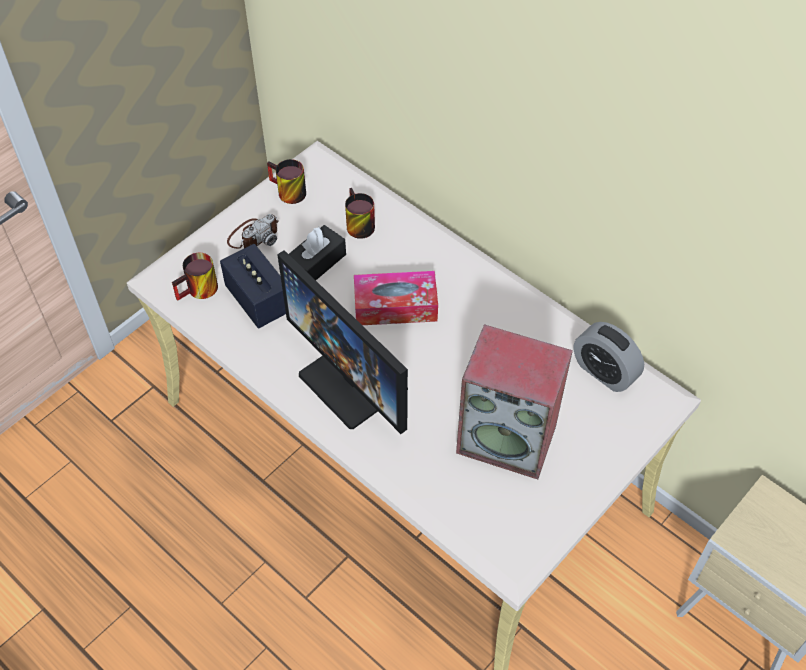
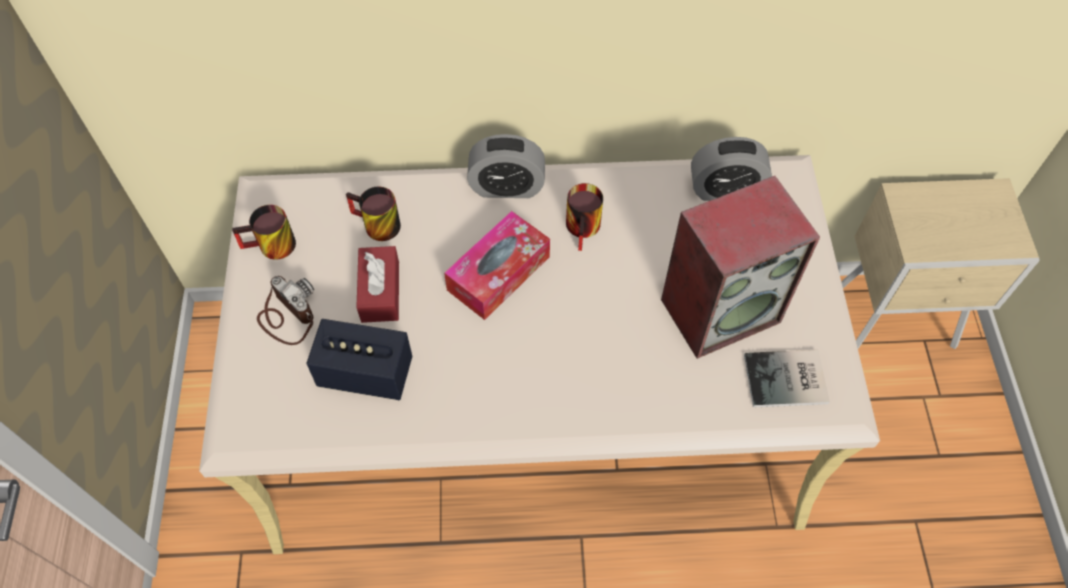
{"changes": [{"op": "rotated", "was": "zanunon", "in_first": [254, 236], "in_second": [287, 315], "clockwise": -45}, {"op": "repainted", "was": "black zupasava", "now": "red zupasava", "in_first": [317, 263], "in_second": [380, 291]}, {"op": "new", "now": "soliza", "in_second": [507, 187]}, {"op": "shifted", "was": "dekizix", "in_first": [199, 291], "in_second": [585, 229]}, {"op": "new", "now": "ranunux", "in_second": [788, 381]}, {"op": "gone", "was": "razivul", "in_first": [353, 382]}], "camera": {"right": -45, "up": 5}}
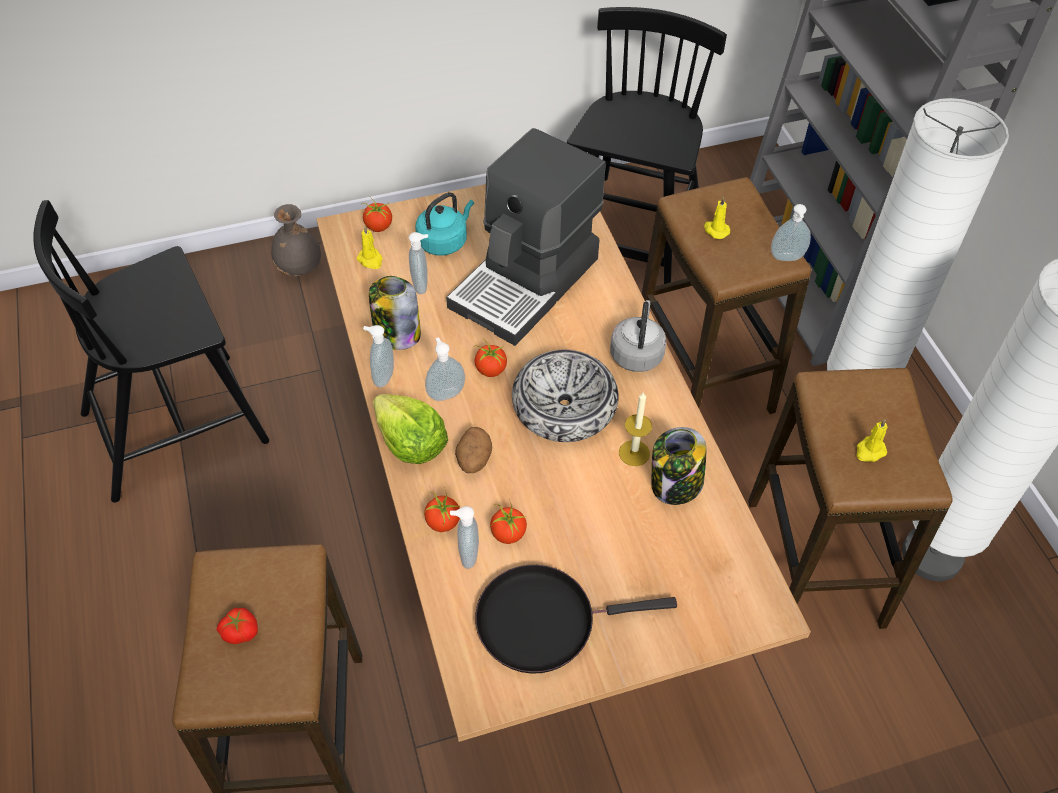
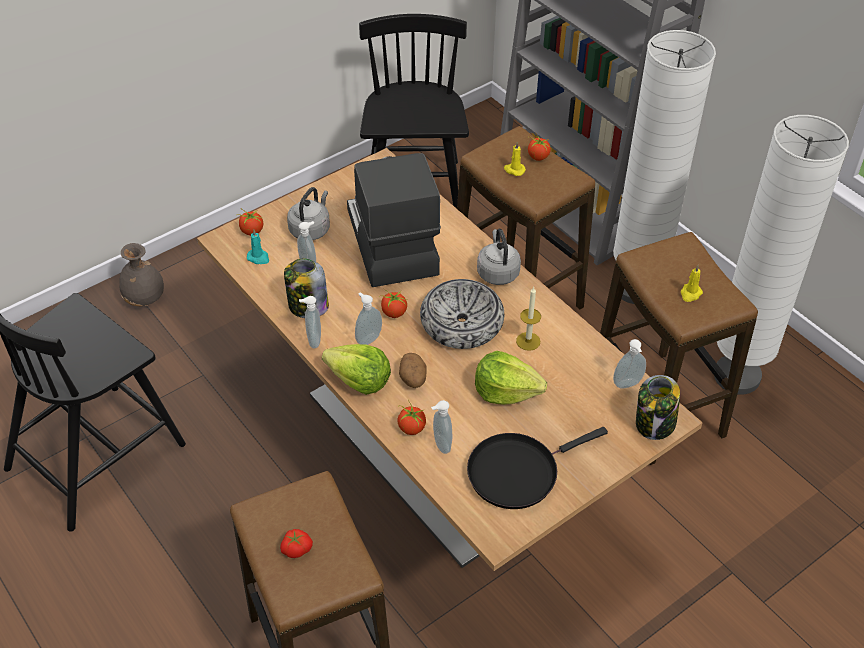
{"changes": [{"op": "repainted", "was": "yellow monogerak", "now": "turquoise monogerak", "in_first": [371, 260], "in_second": [258, 258]}, {"op": "repainted", "was": "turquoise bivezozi", "now": "grey bivezozi", "in_first": [444, 241], "in_second": [311, 229]}, {"op": "rotated", "was": "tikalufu", "in_first": [527, 282], "in_second": [390, 243], "clockwise": 150}, {"op": "new", "now": "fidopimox", "in_second": [506, 391]}, {"op": "shifted", "was": "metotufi", "in_first": [508, 533], "in_second": [538, 157]}, {"op": "shifted", "was": "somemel", "in_first": [786, 259], "in_second": [628, 385]}, {"op": "shifted", "was": "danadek", "in_first": [675, 484], "in_second": [655, 424]}], "camera": {"right": -20, "up": -5}}
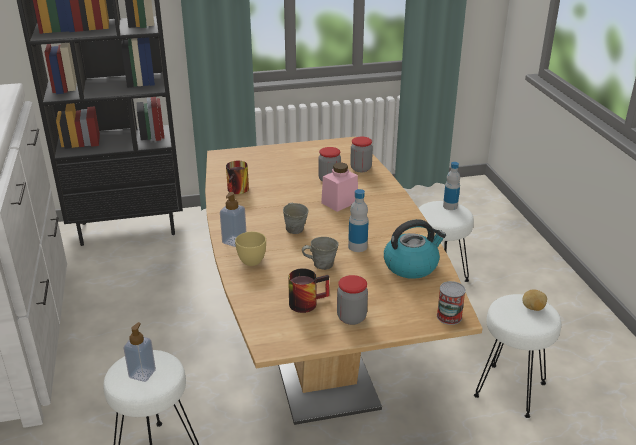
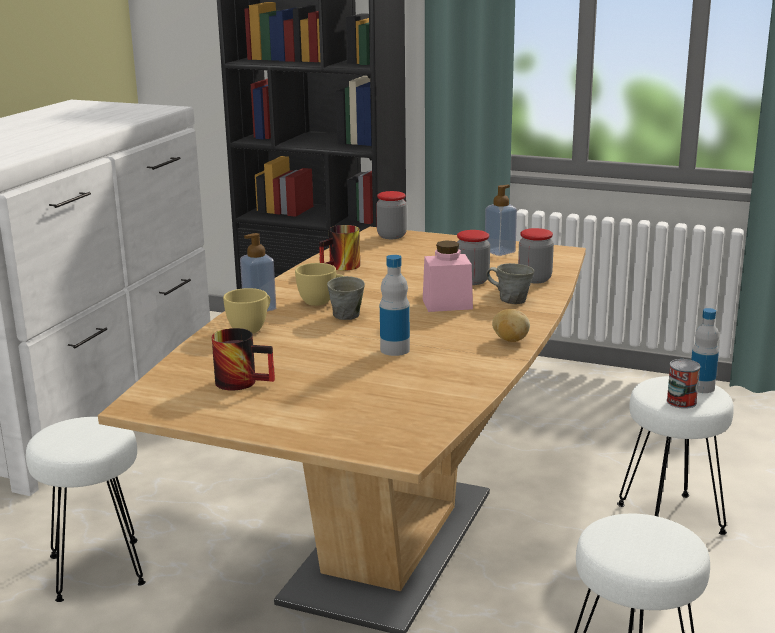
{"changes": [{"op": "new", "now": "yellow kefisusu", "in_second": [322, 301]}, {"op": "shifted", "was": "danadek", "in_first": [351, 317], "in_second": [391, 236]}, {"op": "shifted", "was": "somemel", "in_first": [142, 373], "in_second": [500, 252]}, {"op": "shifted", "was": "grey dekizix", "in_first": [321, 264], "in_second": [511, 300]}, {"op": "shifted", "was": "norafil", "in_first": [533, 308], "in_second": [510, 340]}, {"op": "shifted", "was": "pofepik", "in_first": [449, 316], "in_second": [681, 402]}, {"op": "gone", "was": "bivezozi", "in_first": [411, 265]}], "camera": {"right": 35, "up": -10}}
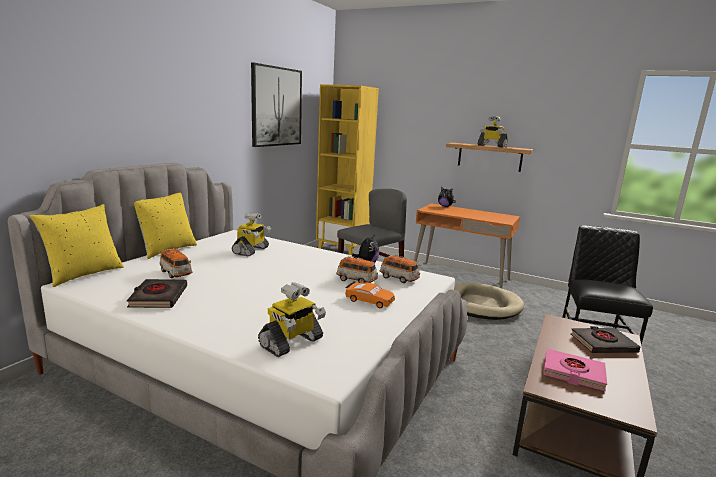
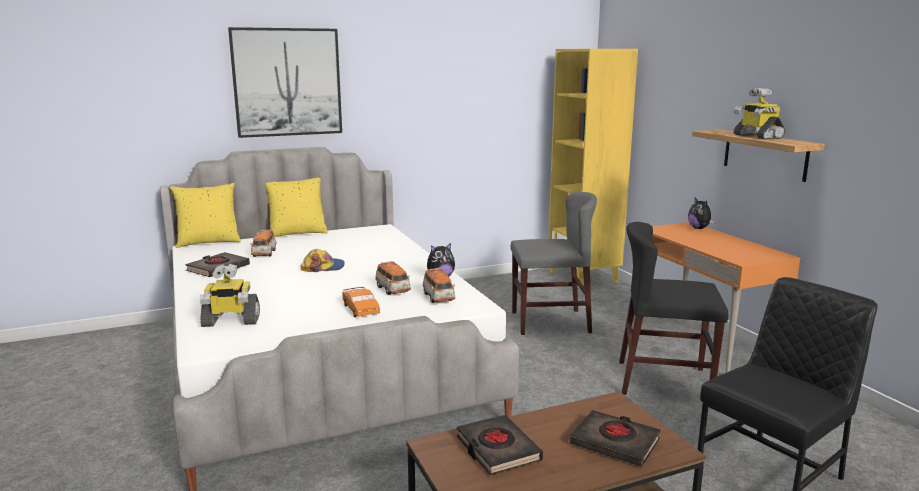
{"changes": [{"op": "shifted", "was": "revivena", "in_first": [276, 107], "in_second": [287, 82]}, {"op": "new", "now": "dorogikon", "in_second": [323, 267]}, {"op": "repainted", "was": "pink ranunux", "now": "black ranunux", "in_first": [573, 373], "in_second": [497, 449]}, {"op": "swapped", "was": "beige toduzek", "now": "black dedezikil", "in_first": [480, 305], "in_second": [663, 381]}, {"op": "gone", "was": "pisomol", "in_first": [251, 250]}], "camera": {"right": 40, "up": 0}}
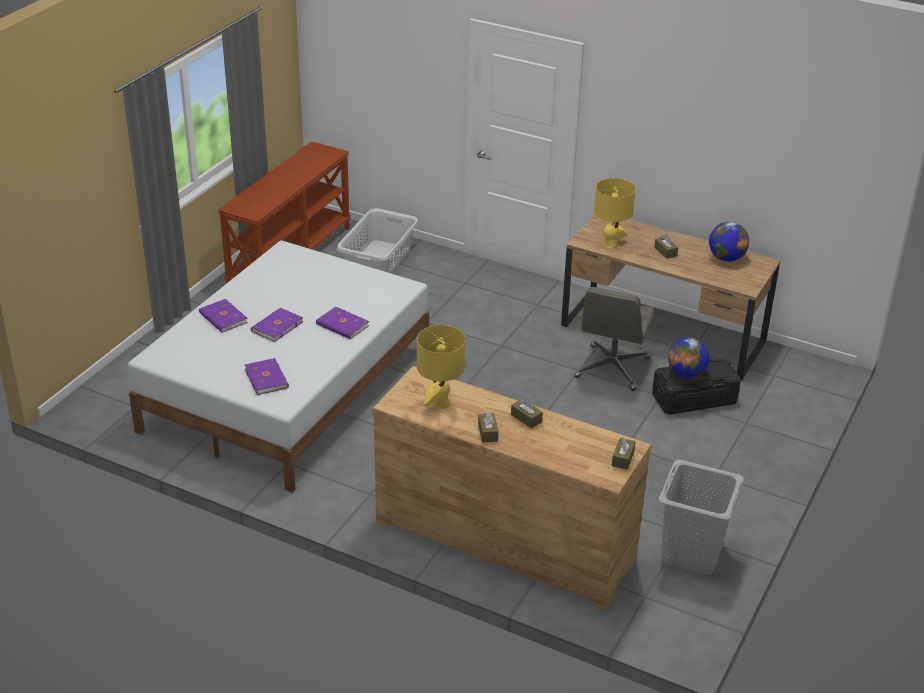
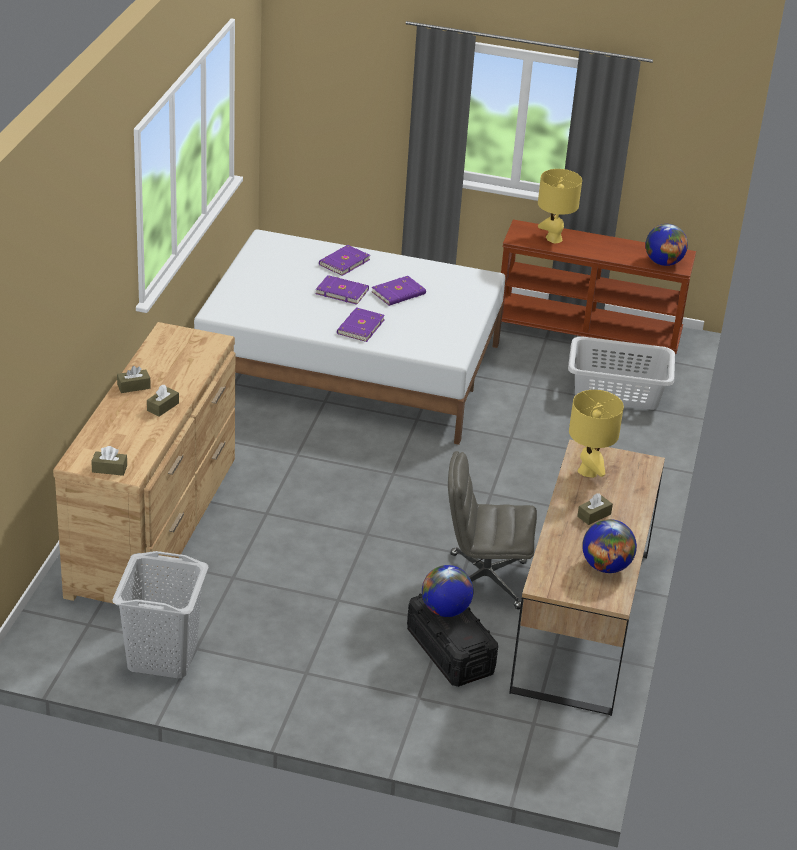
{"changes": [{"op": "shifted", "was": "purple ranunux", "in_first": [267, 378], "in_second": [399, 293]}, {"op": "shifted", "was": "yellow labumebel", "in_first": [440, 403], "in_second": [553, 239]}, {"op": "new", "now": "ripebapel", "in_second": [663, 262]}], "camera": {"right": 75, "up": 0}}
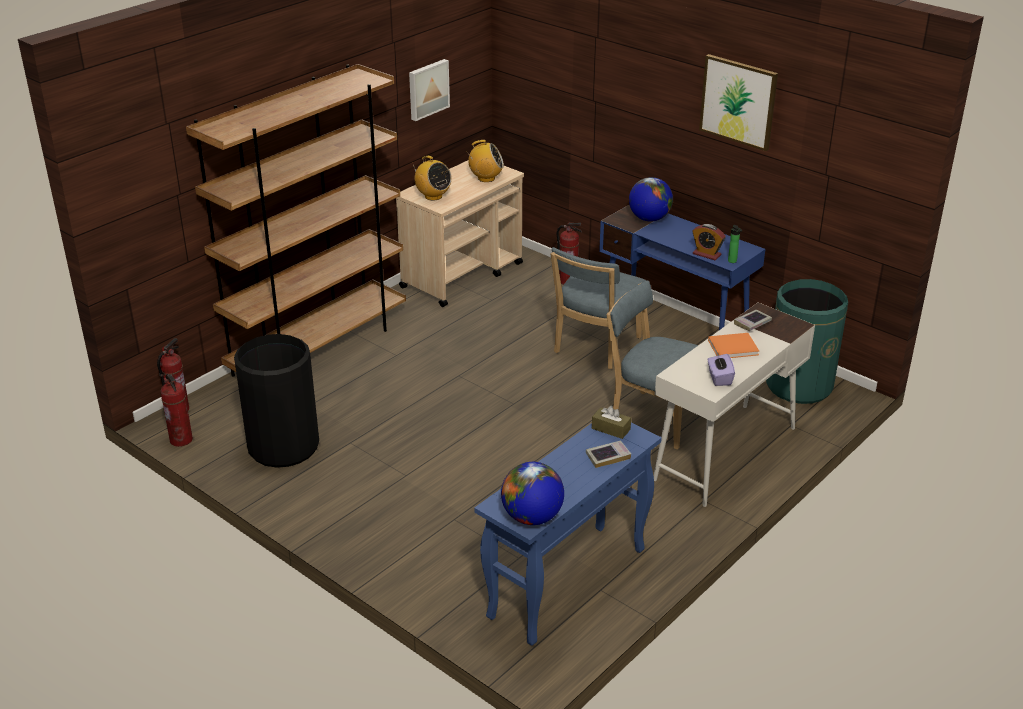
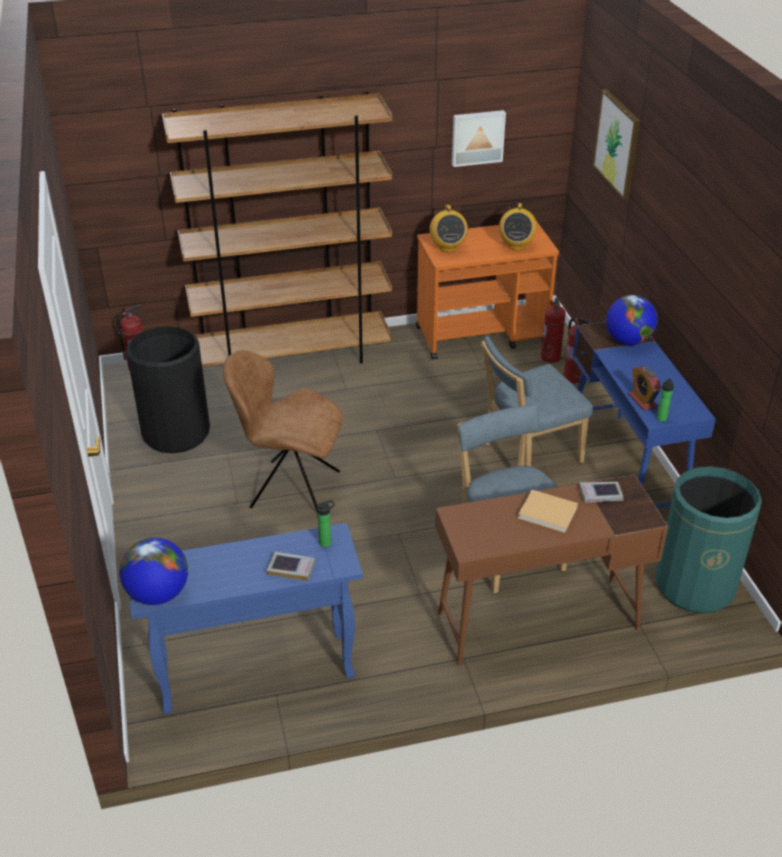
{"changes": [{"op": "new", "now": "brown dedezikil", "in_second": [291, 489]}, {"op": "swapped", "was": "brown zupasava", "now": "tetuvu", "in_first": [611, 429], "in_second": [327, 542]}, {"op": "repainted", "was": "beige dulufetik", "now": "orange dulufetik", "in_first": [462, 275], "in_second": [482, 335]}, {"op": "repainted", "was": "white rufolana", "now": "brown rufolana", "in_first": [725, 453], "in_second": [537, 621]}, {"op": "rotated", "was": "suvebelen", "in_first": [486, 178], "in_second": [516, 245], "clockwise": 60}, {"op": "repainted", "was": "orange ranunux", "now": "beige ranunux", "in_first": [734, 347], "in_second": [549, 513]}, {"op": "shifted", "was": "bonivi", "in_first": [181, 440], "in_second": [551, 357]}, {"op": "shifted", "was": "revivena", "in_first": [738, 101], "in_second": [617, 143]}, {"op": "gone", "was": "purple zupasava", "in_first": [719, 378]}], "camera": {"right": 35, "up": 5}}
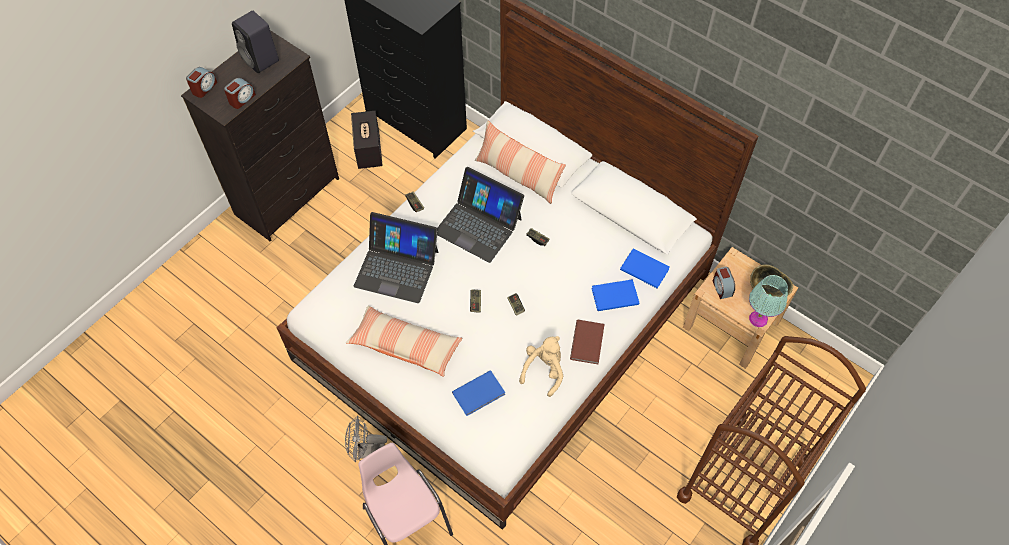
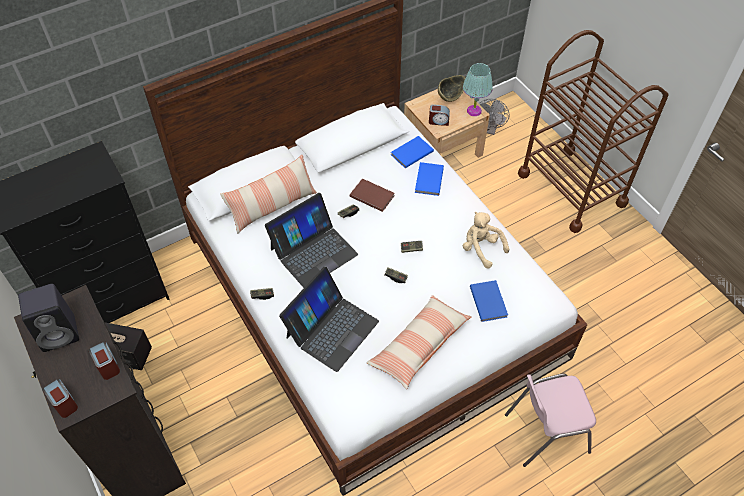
{"changes": [{"op": "shifted", "was": "brown ranunux", "in_first": [588, 342], "in_second": [372, 195]}, {"op": "shifted", "was": "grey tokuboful", "in_first": [366, 451], "in_second": [490, 130]}], "camera": {"right": -70, "up": -5}}
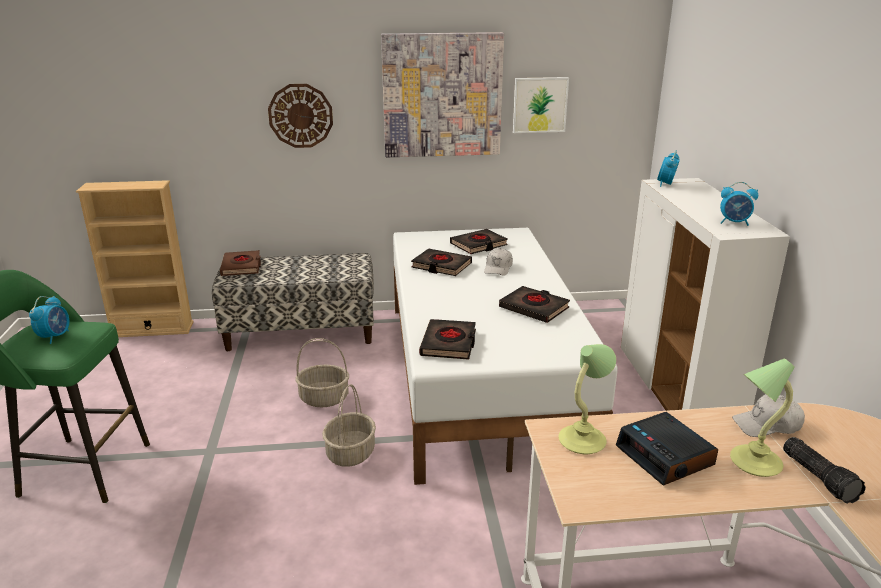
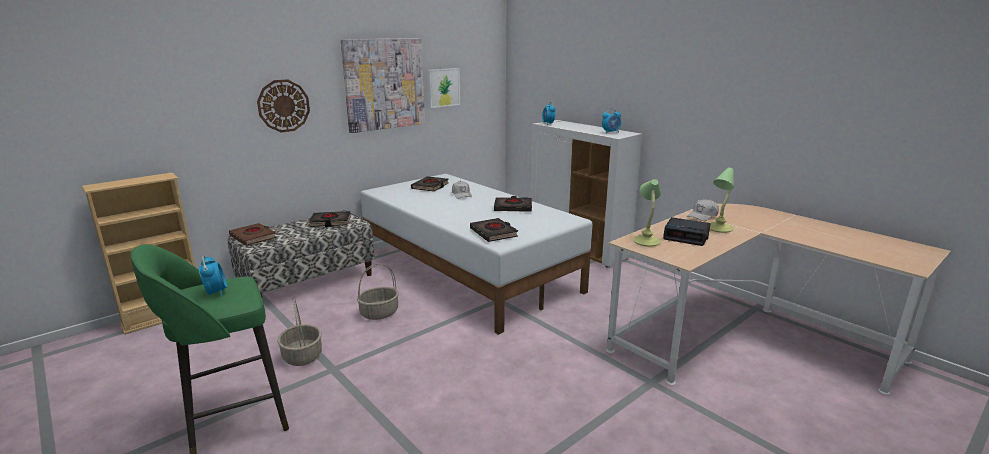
{"changes": [{"op": "shifted", "was": "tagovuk", "in_first": [351, 453], "in_second": [303, 356]}, {"op": "shifted", "was": "black ranunux", "in_first": [441, 266], "in_second": [330, 222]}, {"op": "gone", "was": "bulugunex", "in_first": [820, 477]}], "camera": {"right": -35, "up": -5}}
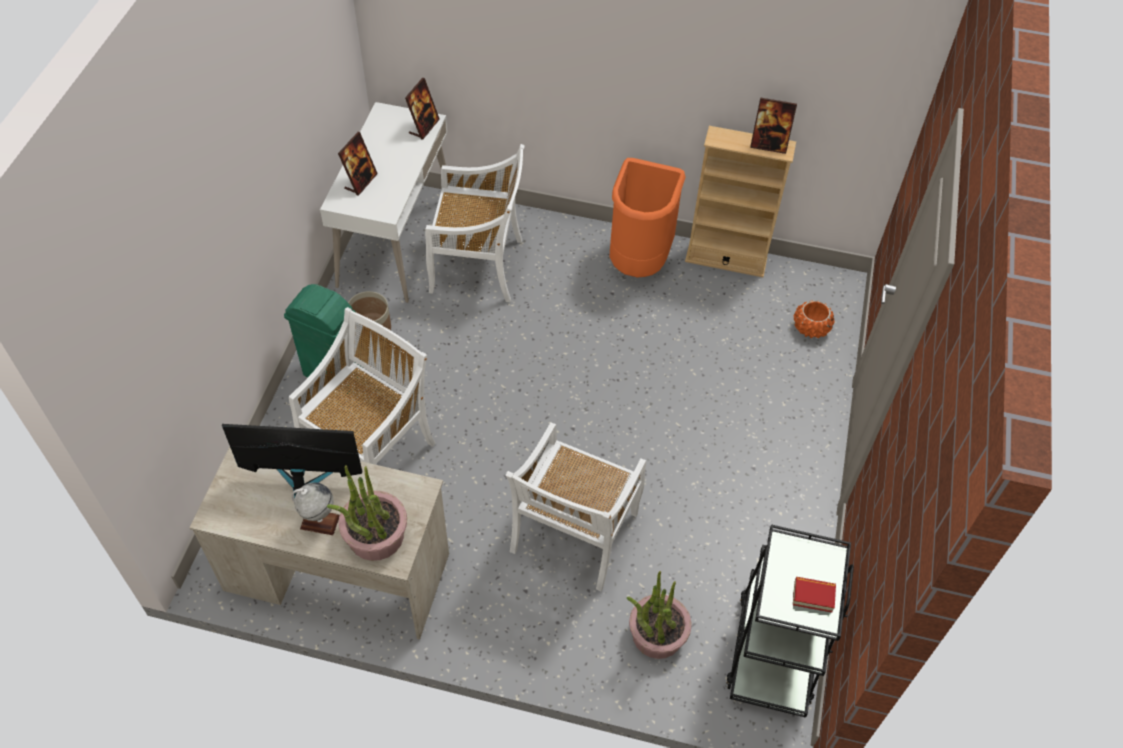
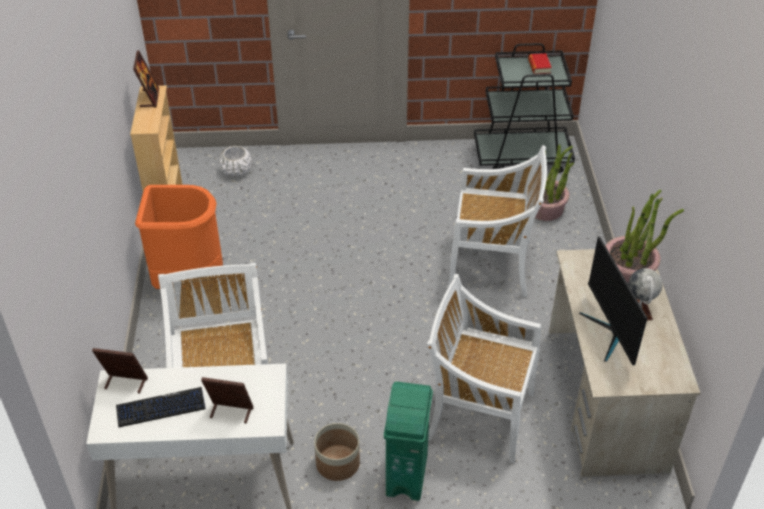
{"changes": [{"op": "new", "now": "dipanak", "in_second": [161, 408]}, {"op": "repainted", "was": "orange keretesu", "now": "white keretesu", "in_first": [811, 328], "in_second": [236, 170]}], "camera": {"right": -105, "up": -10}}
